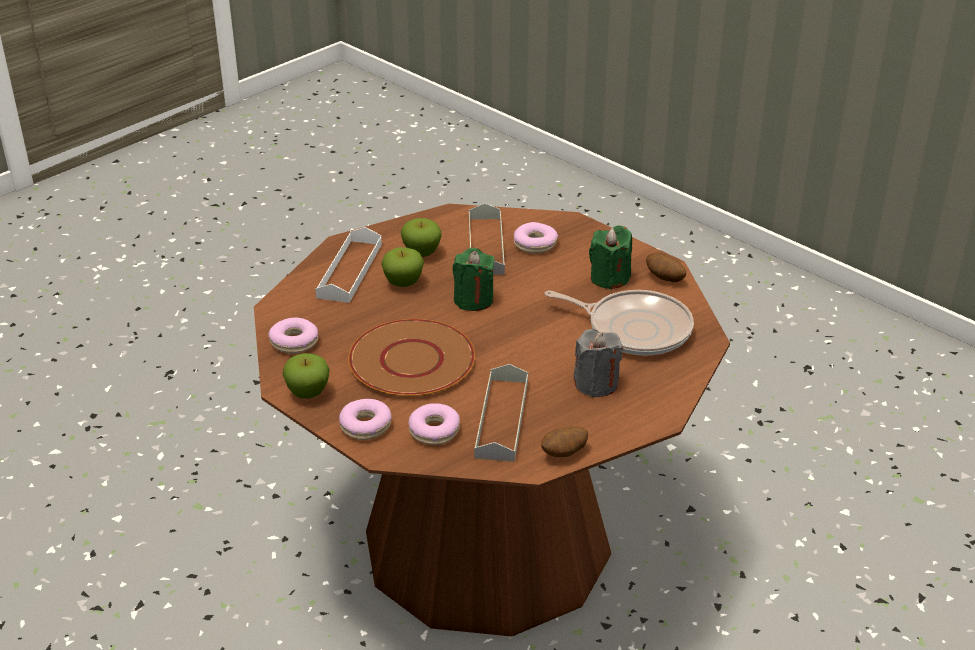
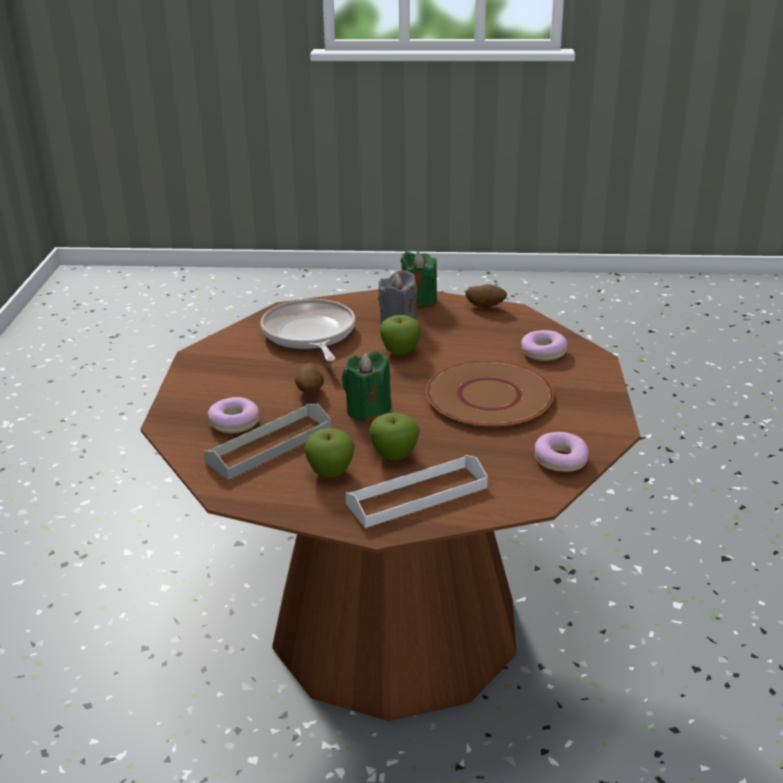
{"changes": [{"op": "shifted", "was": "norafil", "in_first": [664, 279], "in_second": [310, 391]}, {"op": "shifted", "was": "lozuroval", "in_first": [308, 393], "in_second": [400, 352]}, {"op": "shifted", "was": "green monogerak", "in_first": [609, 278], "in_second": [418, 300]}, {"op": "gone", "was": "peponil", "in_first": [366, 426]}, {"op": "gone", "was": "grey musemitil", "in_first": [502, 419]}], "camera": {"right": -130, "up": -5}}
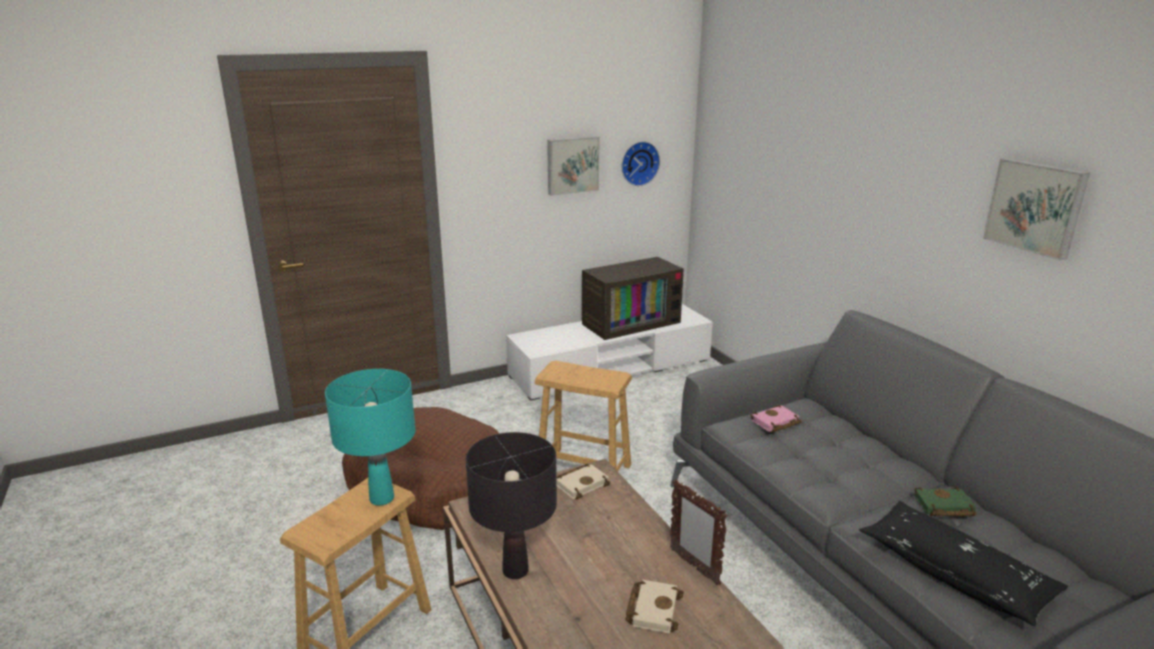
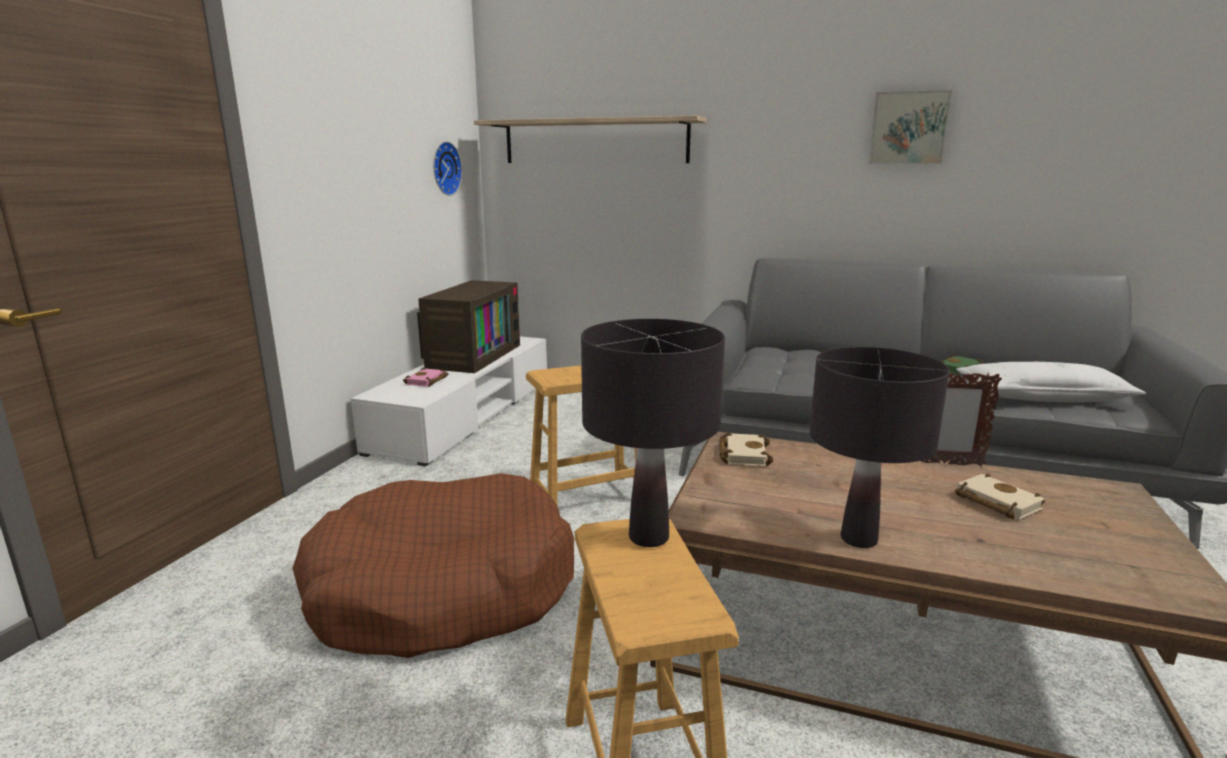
{"changes": [{"op": "shifted", "was": "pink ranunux", "in_first": [775, 423], "in_second": [427, 381]}, {"op": "new", "now": "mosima", "in_second": [594, 141]}, {"op": "repainted", "was": "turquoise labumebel", "now": "black labumebel", "in_first": [382, 498], "in_second": [648, 537]}, {"op": "repainted", "was": "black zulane", "now": "white zulane", "in_first": [955, 573], "in_second": [1042, 397]}, {"op": "gone", "was": "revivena", "in_first": [572, 165]}], "camera": {"right": -45, "up": -5}}
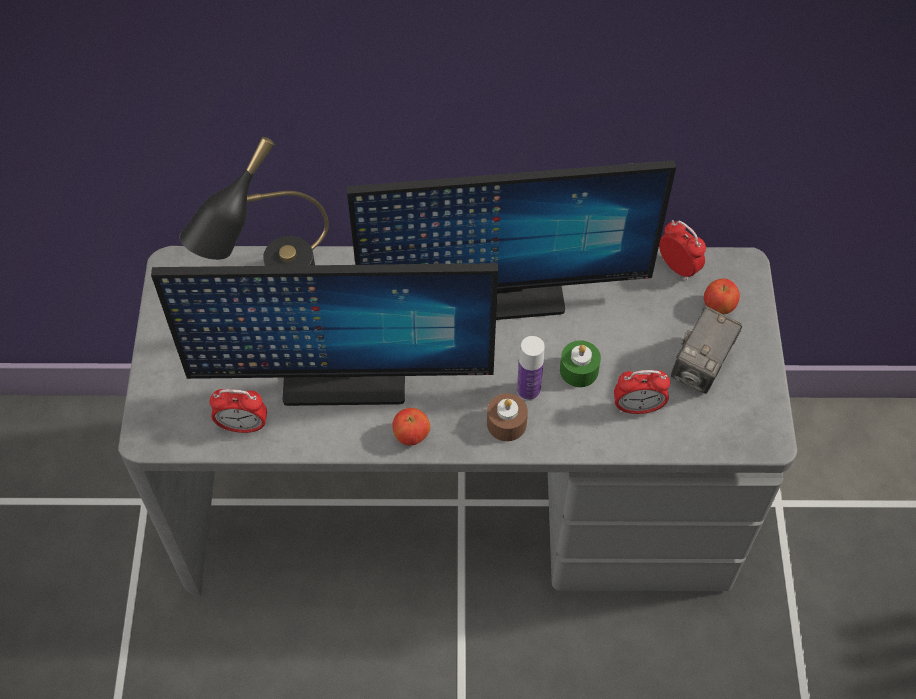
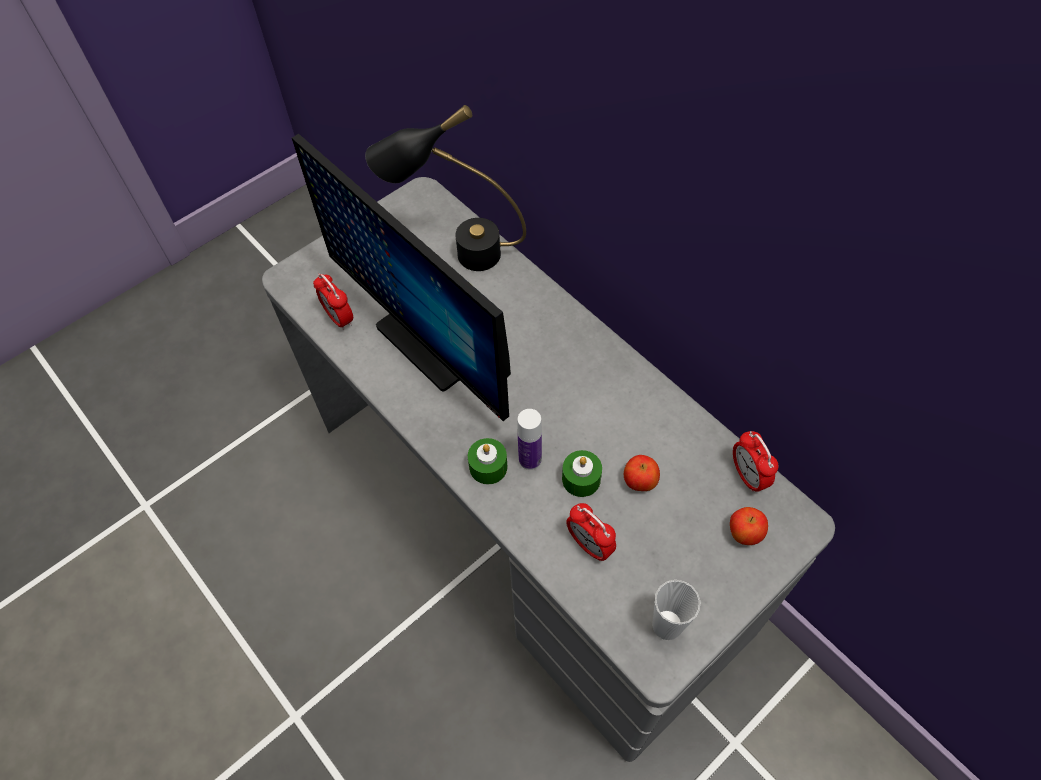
{"changes": [{"op": "repainted", "was": "brown monogerak", "now": "green monogerak", "in_first": [506, 423], "in_second": [488, 467]}, {"op": "shifted", "was": "lozuroval", "in_first": [411, 435], "in_second": [640, 481]}, {"op": "new", "now": "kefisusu", "in_second": [667, 625]}, {"op": "rotated", "was": "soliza", "in_first": [678, 267], "in_second": [747, 476], "clockwise": 150}, {"op": "gone", "was": "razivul", "in_first": [503, 294]}, {"op": "gone", "was": "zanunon", "in_first": [700, 368]}], "camera": {"right": 50, "up": 0}}
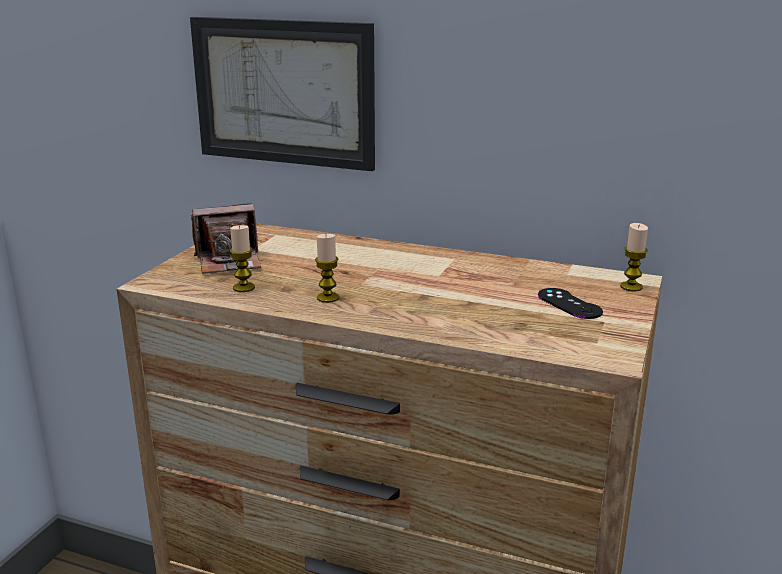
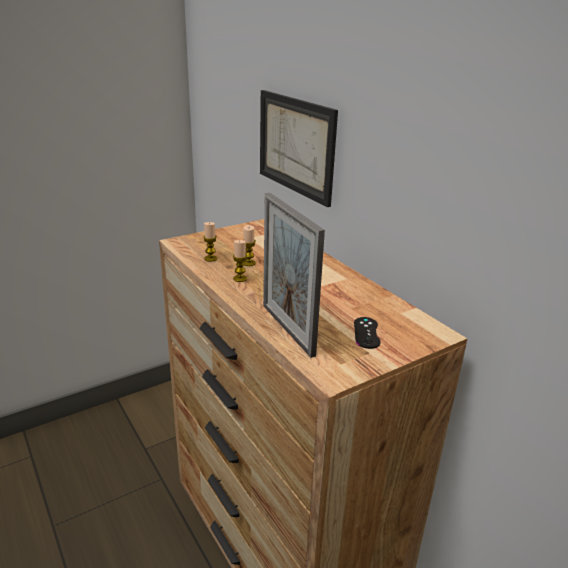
{"changes": [{"op": "shifted", "was": "monogerak", "in_first": [631, 287], "in_second": [249, 263]}, {"op": "new", "now": "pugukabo", "in_second": [287, 329]}, {"op": "gone", "was": "zanunon", "in_first": [229, 261]}], "camera": {"right": 35, "up": 5}}
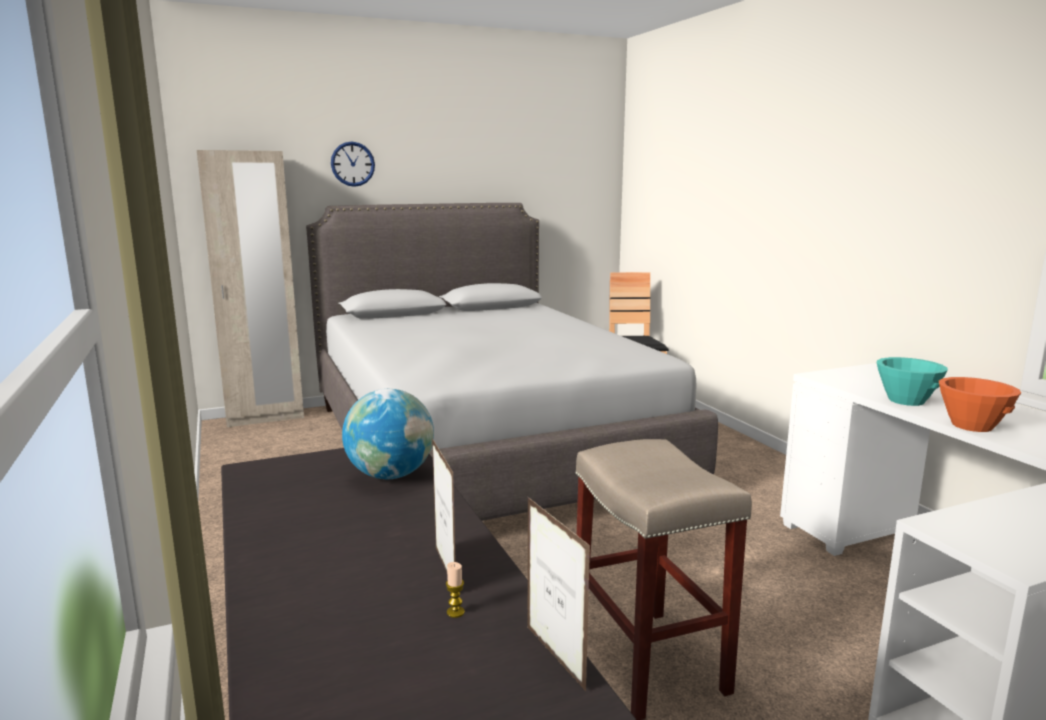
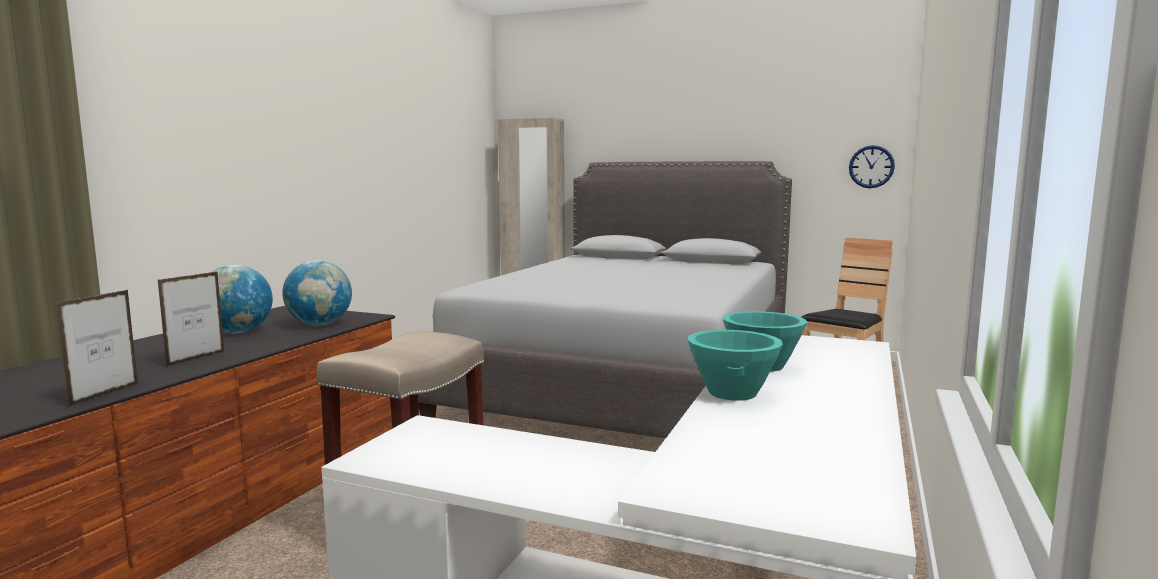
{"changes": [{"op": "new", "now": "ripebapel", "in_second": [237, 332]}, {"op": "repainted", "was": "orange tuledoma", "now": "turquoise tuledoma", "in_first": [972, 425], "in_second": [733, 393]}, {"op": "shifted", "was": "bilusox", "in_first": [352, 164], "in_second": [871, 166]}, {"op": "gone", "was": "monogerak", "in_first": [455, 612]}], "camera": {"right": 45, "up": -5}}
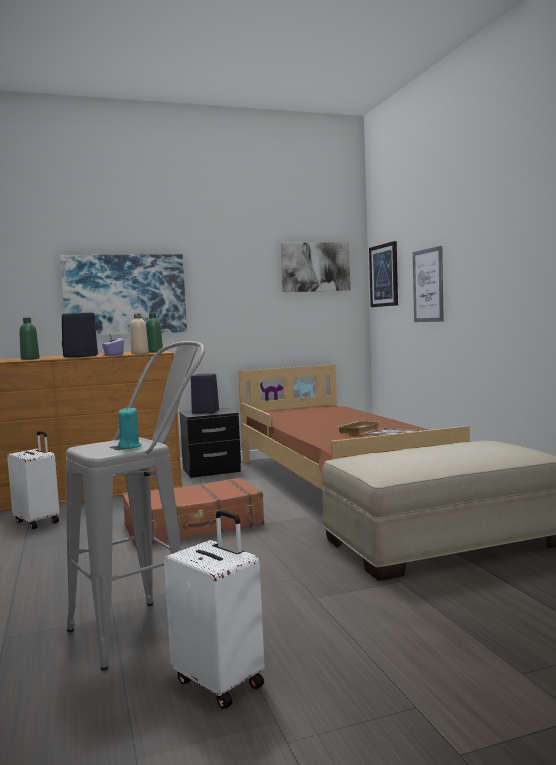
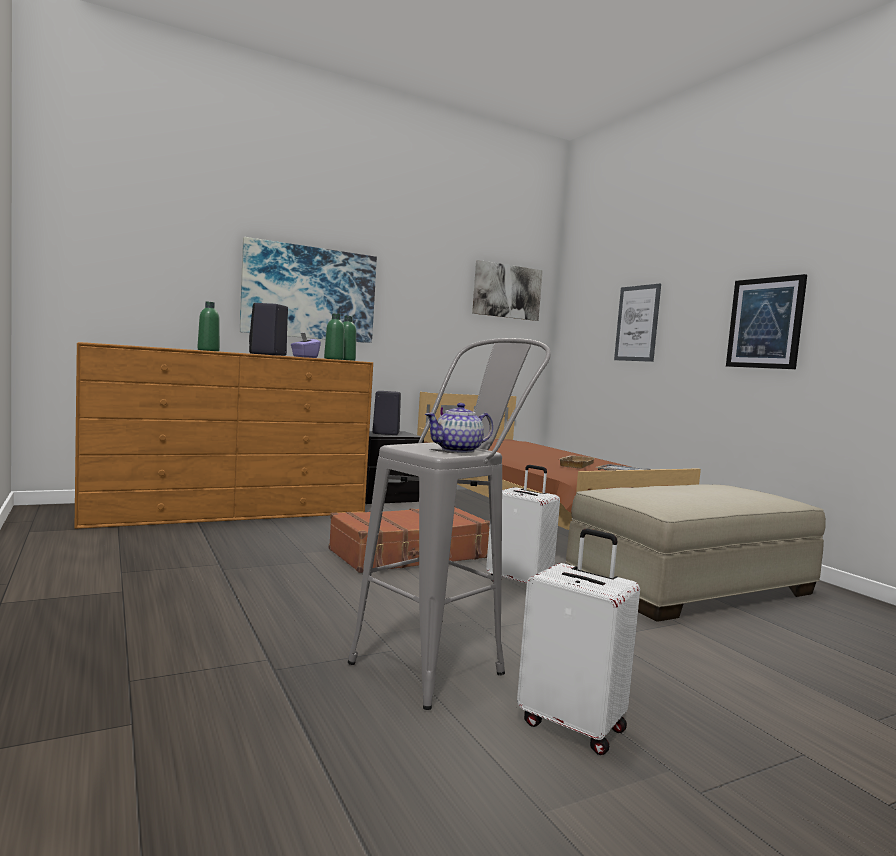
{"changes": [{"op": "repainted", "was": "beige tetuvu", "now": "green tetuvu", "in_first": [140, 353], "in_second": [333, 359]}, {"op": "swapped", "was": "turquoise monogerak", "now": "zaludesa", "in_first": [129, 447], "in_second": [458, 450]}, {"op": "shifted", "was": "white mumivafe", "in_first": [38, 521], "in_second": [520, 583]}, {"op": "shifted", "was": "revivena", "in_first": [384, 275], "in_second": [765, 323]}], "camera": {"right": -10, "up": 0}}
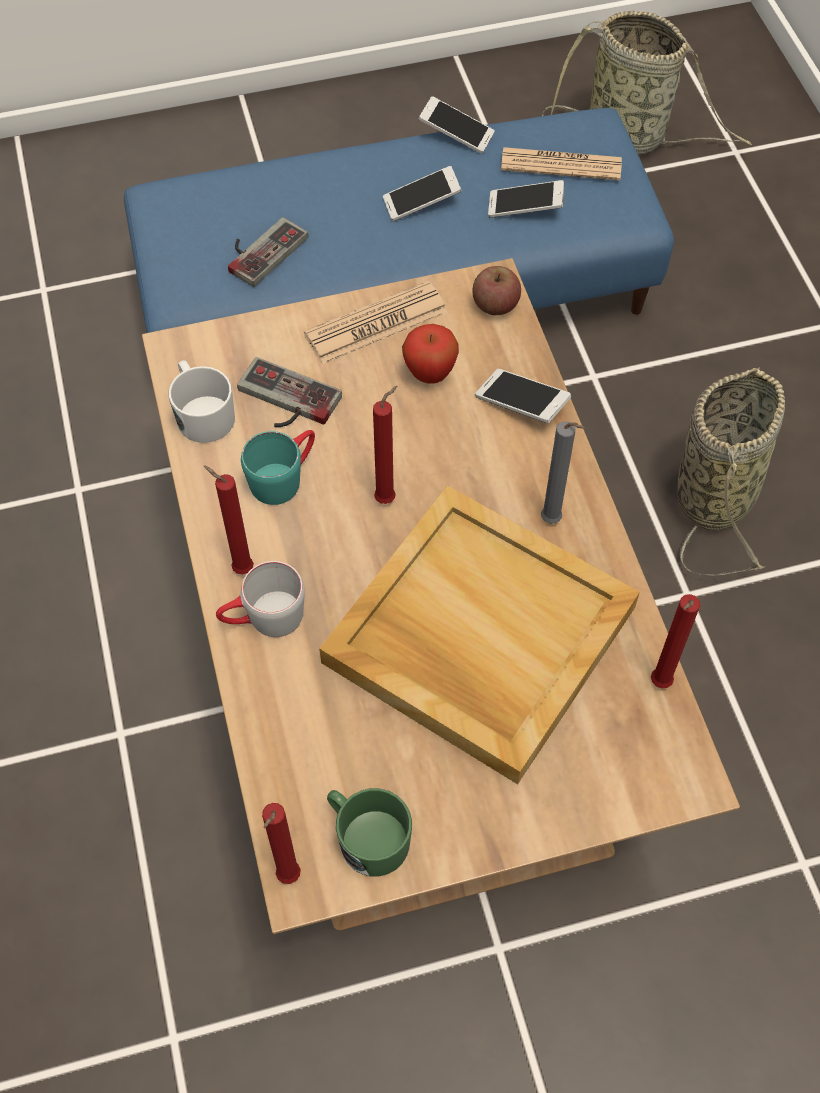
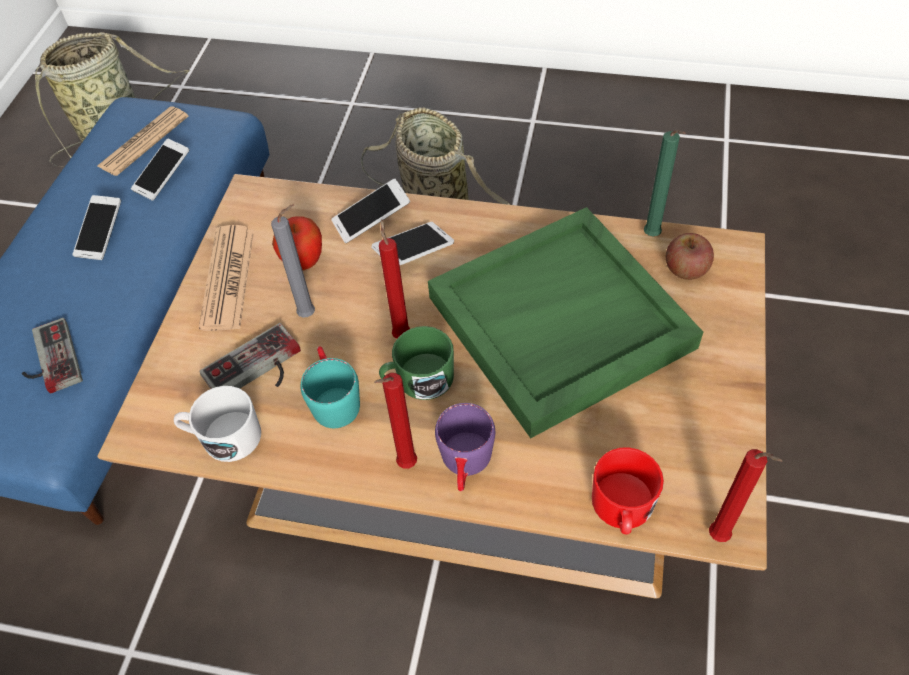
{"changes": [{"op": "shifted", "was": "grey monogerak", "in_first": [553, 521], "in_second": [310, 314]}, {"op": "shifted", "was": "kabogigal", "in_first": [456, 134], "in_second": [414, 252]}, {"op": "shifted", "was": "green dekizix", "in_first": [367, 837], "in_second": [418, 380]}, {"op": "repainted", "was": "beige musemitil", "now": "green musemitil", "in_first": [476, 635], "in_second": [559, 324]}, {"op": "repainted", "was": "grey dekizix", "now": "purple dekizix", "in_first": [263, 619], "in_second": [466, 465]}, {"op": "new", "now": "red dekizix", "in_second": [622, 509]}, {"op": "repainted", "was": "red monogerak", "now": "green monogerak", "in_first": [658, 685], "in_second": [653, 237]}, {"op": "shifted", "was": "lozuroval", "in_first": [495, 304], "in_second": [686, 269]}], "camera": {"right": -60, "up": -5}}
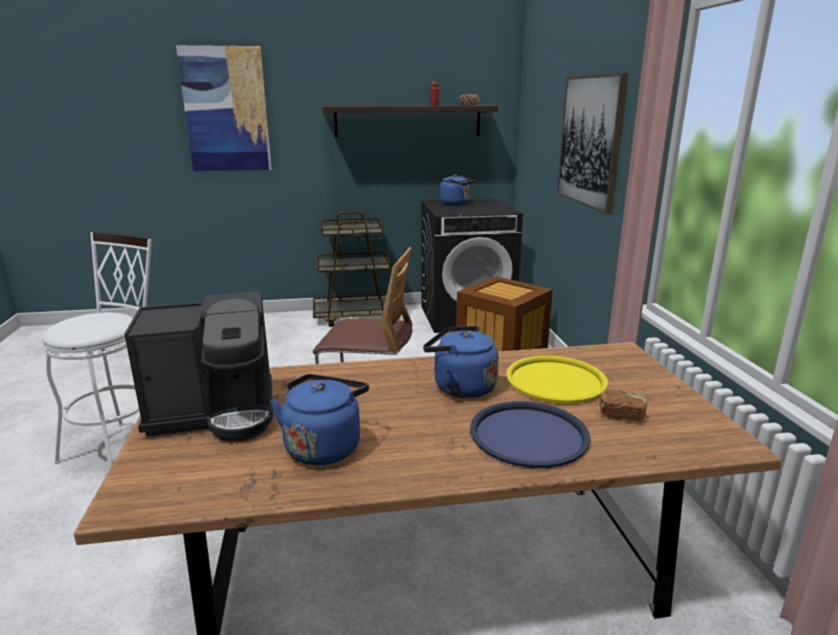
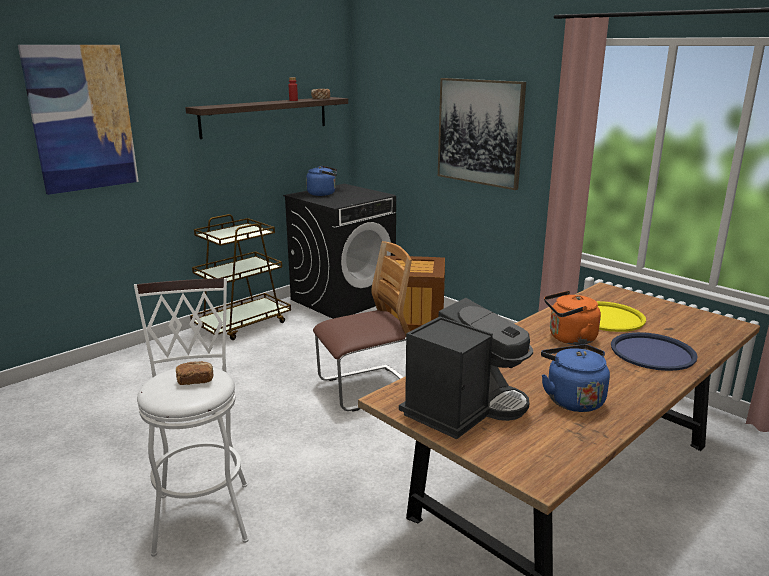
{"changes": [{"op": "shifted", "was": "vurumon", "in_first": [621, 414], "in_second": [195, 381]}, {"op": "repainted", "was": "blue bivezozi", "now": "orange bivezozi", "in_first": [460, 387], "in_second": [569, 338]}], "camera": {"right": -35, "up": 0}}
